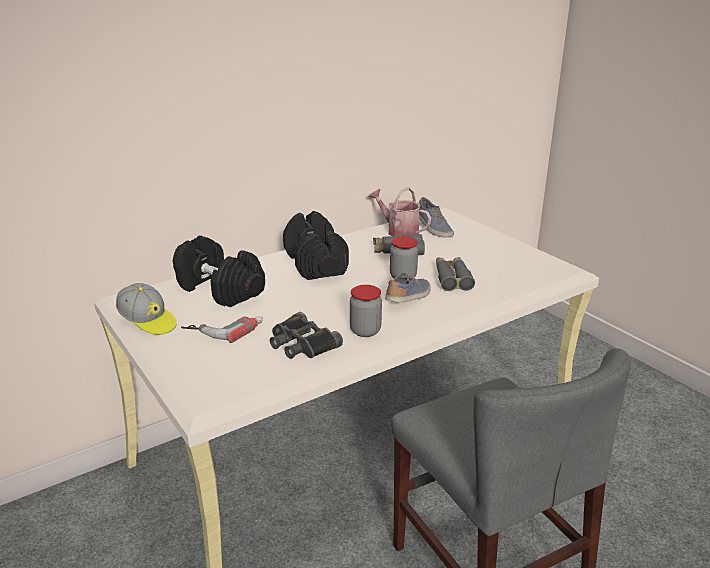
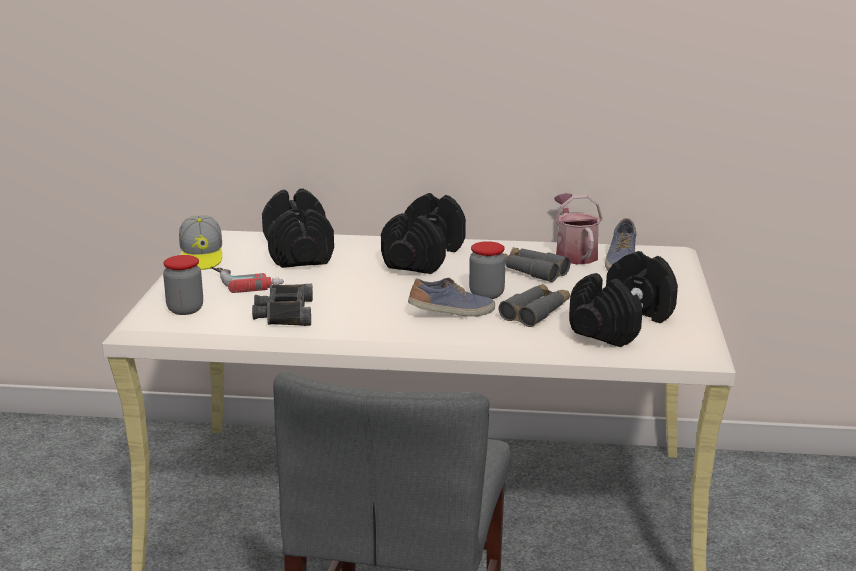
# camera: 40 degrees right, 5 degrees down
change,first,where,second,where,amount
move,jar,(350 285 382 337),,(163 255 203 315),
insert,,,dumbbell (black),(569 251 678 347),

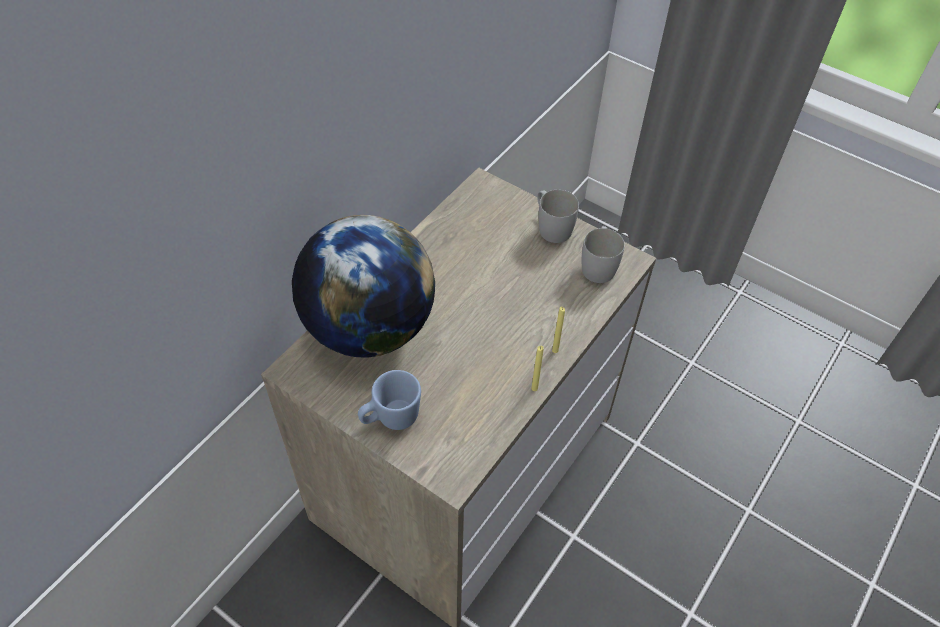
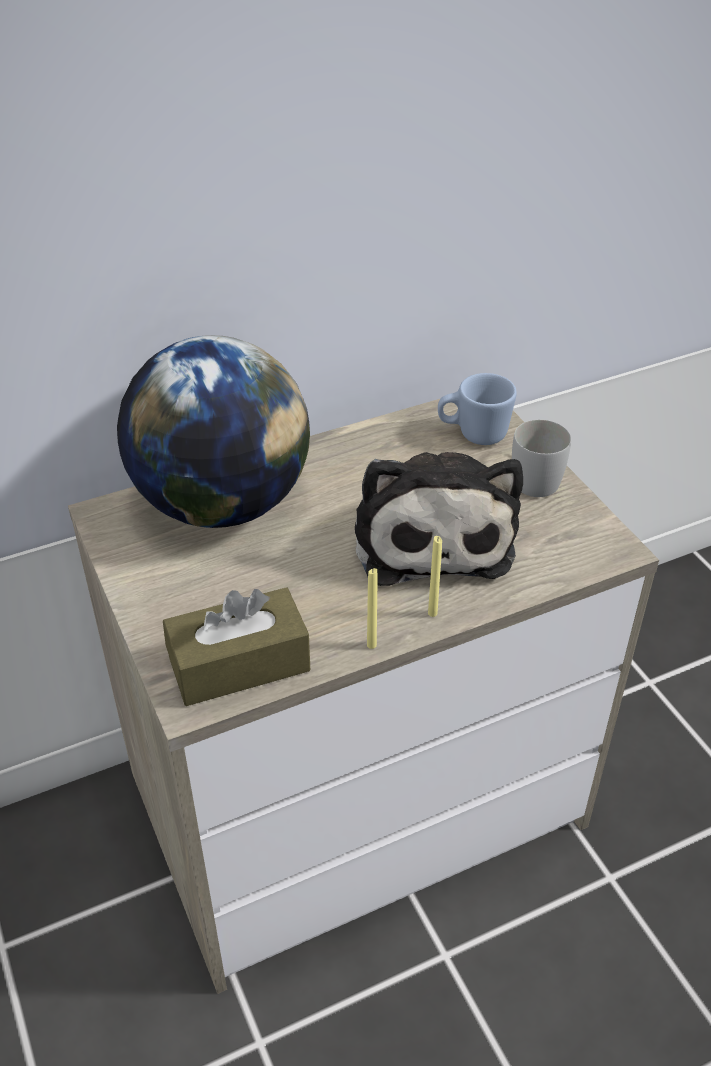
# camera: 30 degrees right, 10 degrees down
change,first,where,second,where,amount
move,mug (blue),(358 370 421 430),,(438 373 517 445),
delete,mug (white),(582 226 625 283),,,
insert,,,tissue box (brown),(163 587 310 706),
insert,,,plush toy,(355 452 523 586),

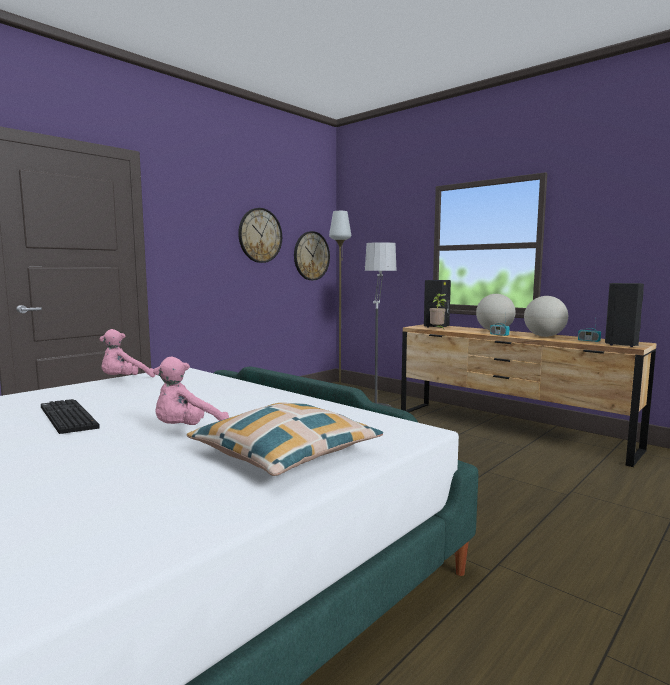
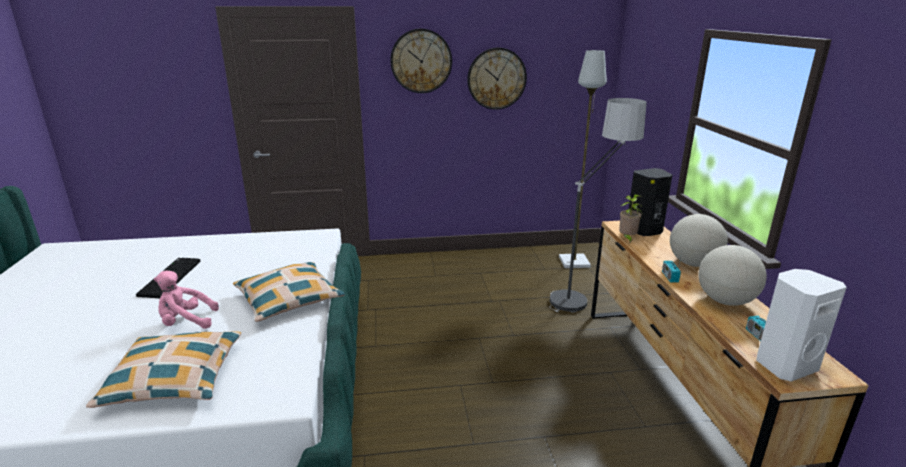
# camera: 40 degrees right, 15 degrees up
change,first,where,second,where,amount
delete,plush toy (pink),(99 329 155 377),,,
move,wall clock,(294 231 330 280),,(390 29 452 93),
recolor,speaker (black),(605 283 644 347),speaker (white),(756 269 847 382),
insert,,,pillow,(233 262 345 322),

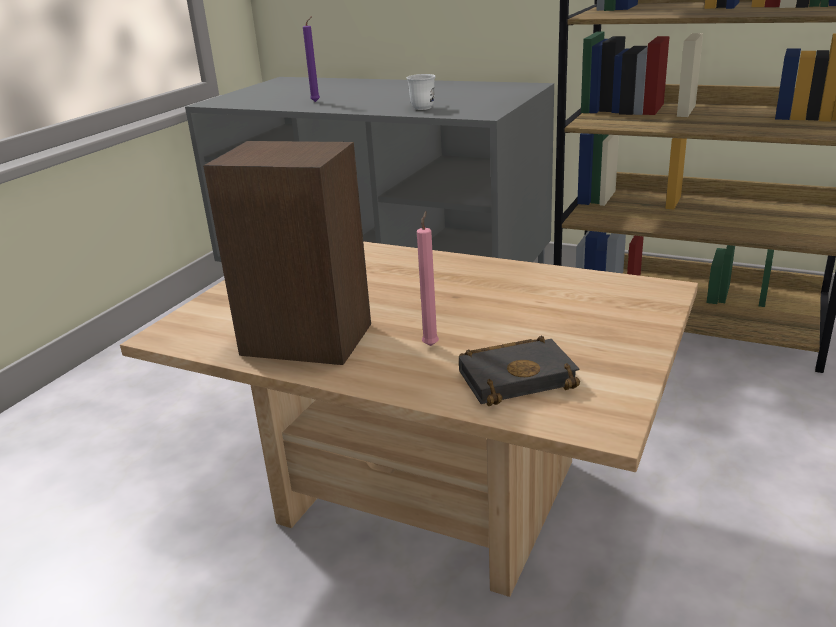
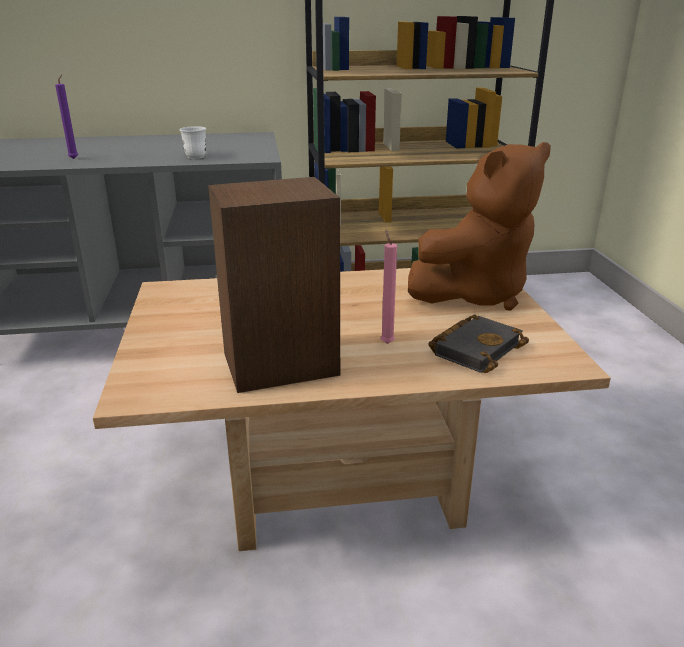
# camera: 35 degrees left, 0 degrees up
change,first,where,second,where,amount
insert,,,plush toy (brown),(408 142 551 311),

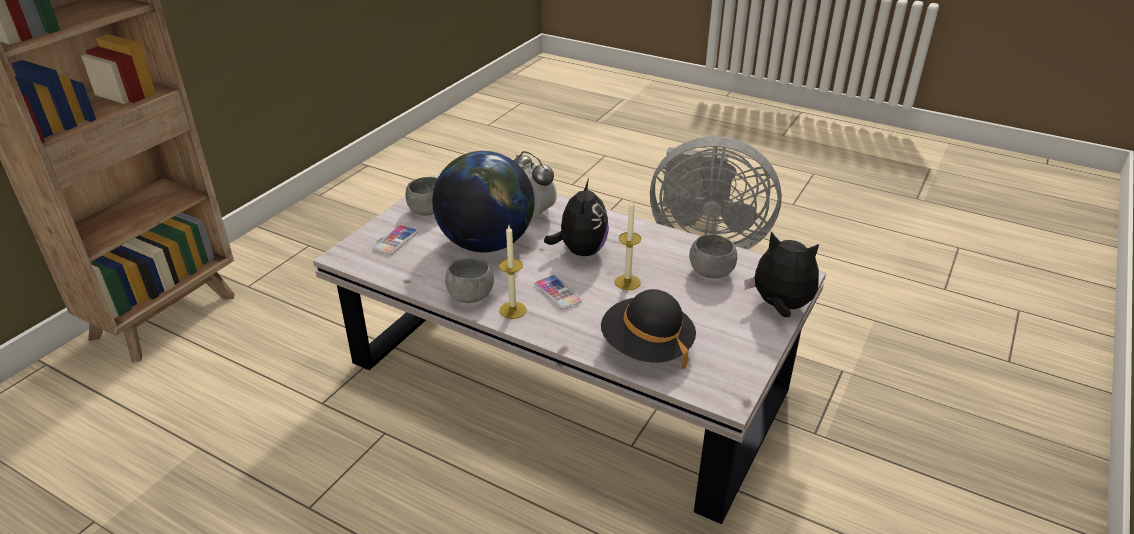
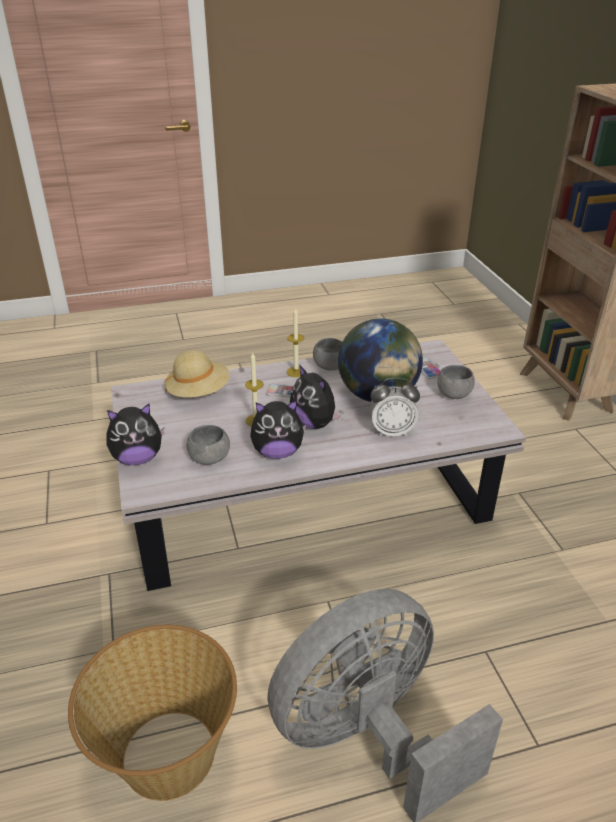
# camera: 135 degrees right, 0 degrees up
change,first,where,second,where,amount
recolor,hat (black),(601 289 696 369),hat (beige),(165 350 230 397),
insert,,,basket,(68 625 237 801),
insert,,,plush toy,(250 400 306 459),

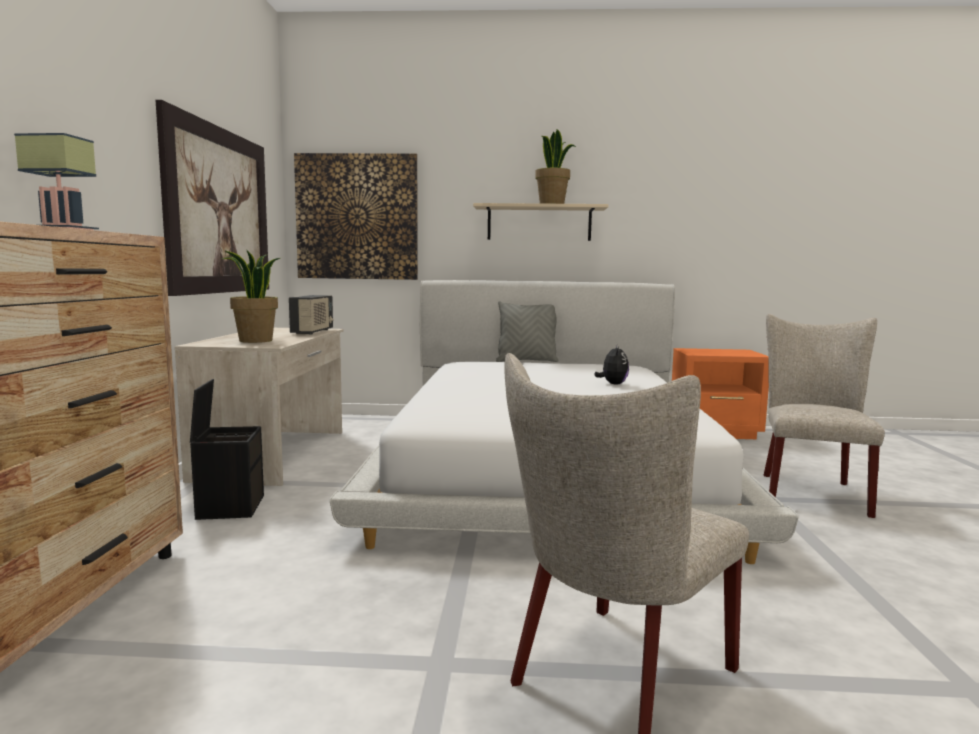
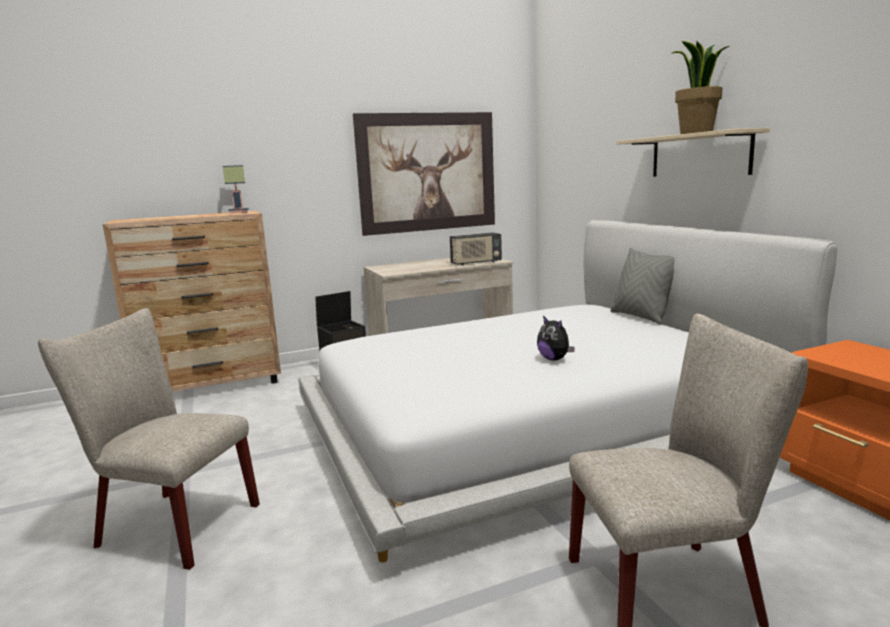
# camera: 65 degrees right, 5 degrees up
change,first,where,second,where,amount
delete,potted plant,(222 251 280 343),,,
delete,picture,(294 153 418 280),,,
rotate,plush toy,(594 346 629 385),,(537 316 575 361),75 degrees clockwise

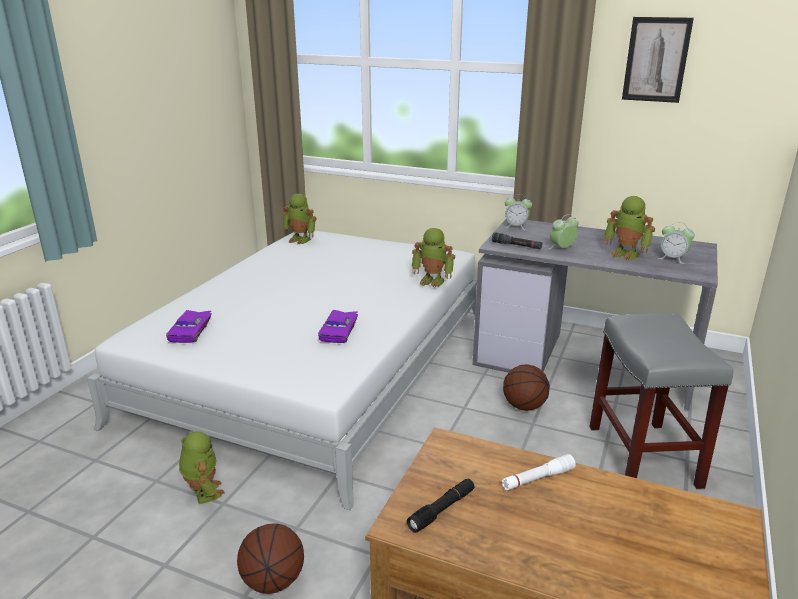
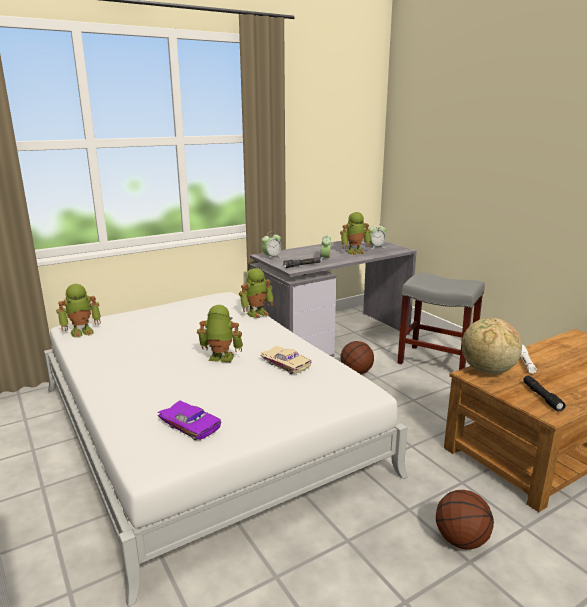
# camera: 55 degrees left, 5 degrees down
change,first,where,second,where,amount
move,toy robot,(179 431 225 504),,(197 305 243 362),
recolor,toy car (purple),(318 310 358 343),toy car (beige),(260 346 312 374),
delete,picture,(622 17 694 103),,,
insert,,,globe,(461 318 522 374),

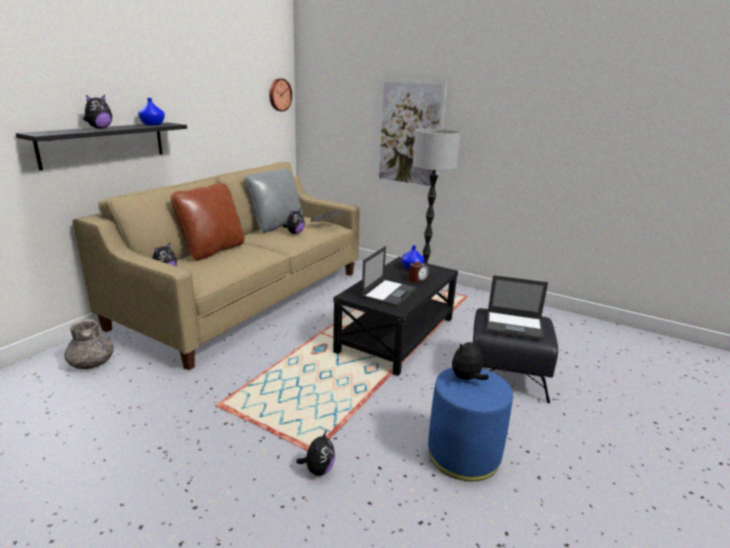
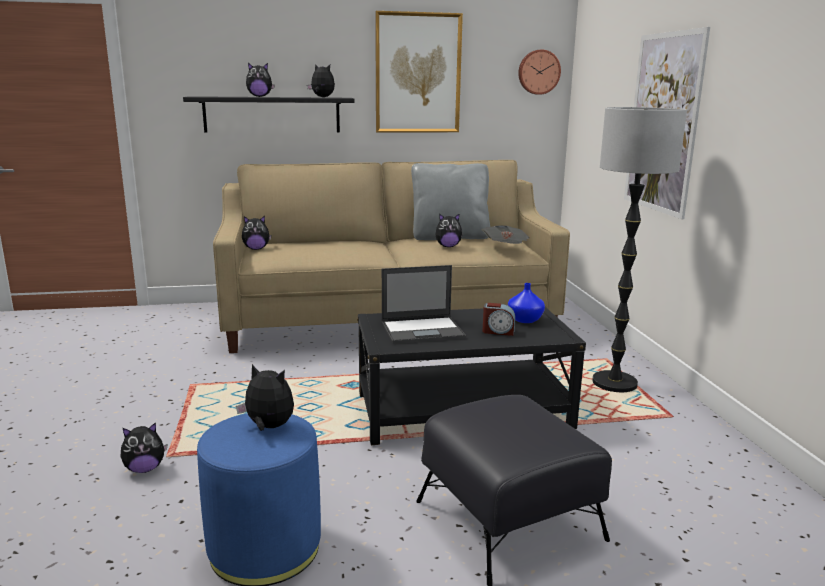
# camera: 50 degrees right, 5 degrees down
change,first,where,second,where,amount
delete,vase (grey),(64 319 114 369),,,
replace,vase (blue),(138 98 165 125),plush toy,(307 64 335 97),
delete,pillow (brown),(171 183 245 261),,,
delete,laptop,(487 275 548 340),,,
insert,,,picture,(375 11 463 132),

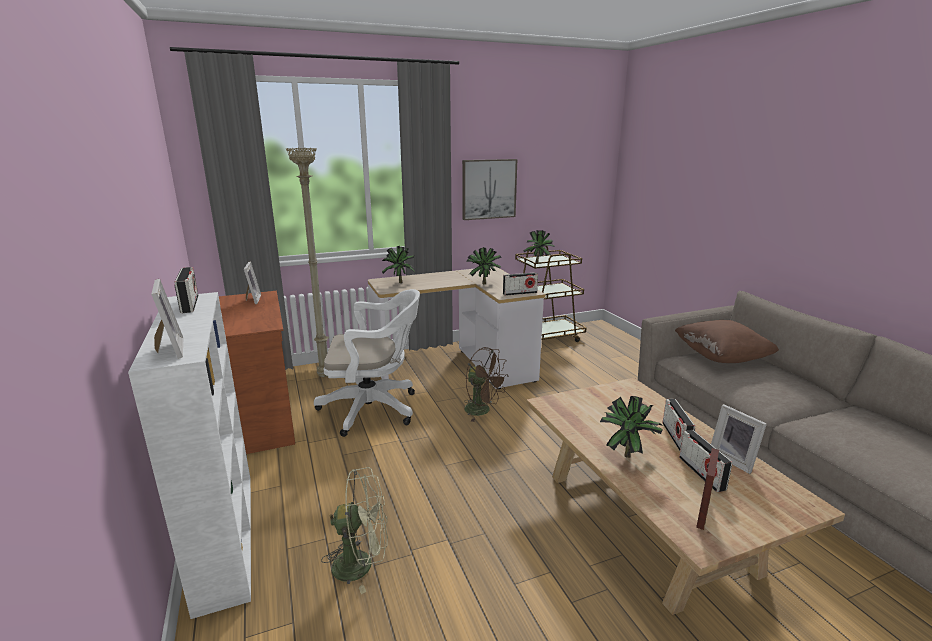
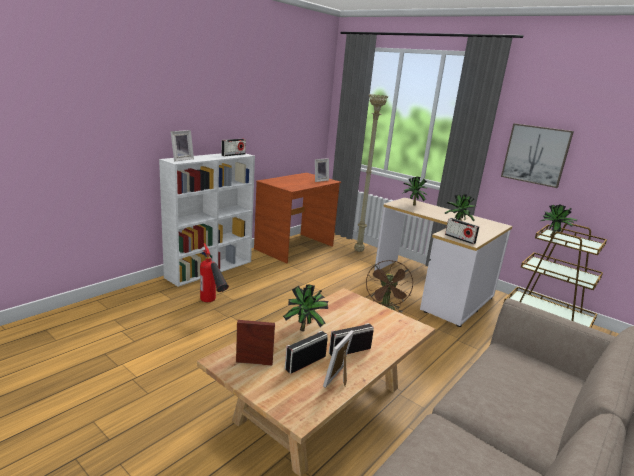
# camera: 60 degrees right, 0 degrees up
change,first,where,second,where,amount
delete,office chair (white),(314 289 420 437),,,
replace,fan (green),(321 467 388 594),fire extinguisher,(200 243 229 302),
delete,pillow (brown),(675 320 779 363),,,

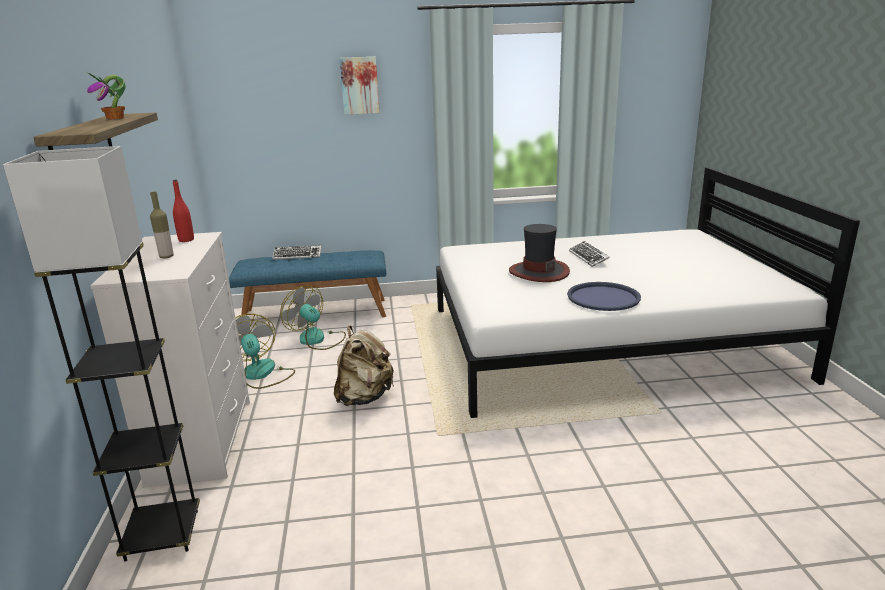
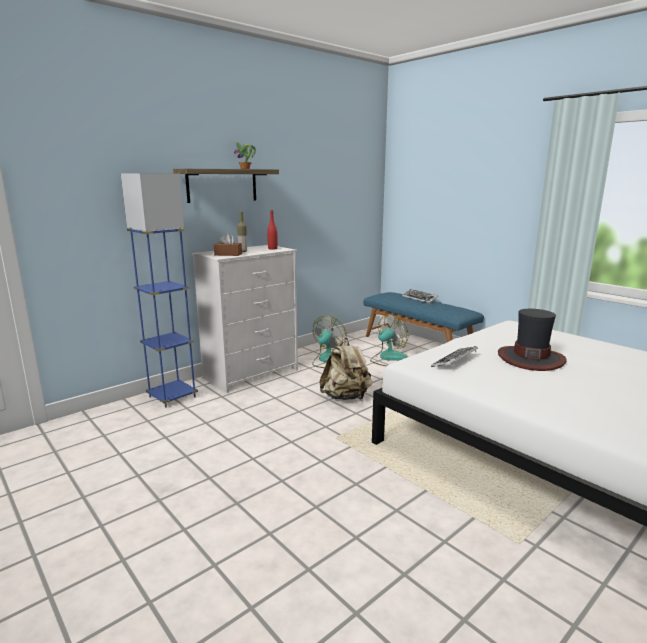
# camera: 55 degrees right, 5 degrees down
change,first,where,second,where,amount
recolor,floor lamp (grey),(3 146 200 562),floor lamp (blue),(121 173 198 408),
rotate,fan,(280 285 346 350),,(370 314 408 366),45 degrees clockwise
delete,picture,(339 57 380 115),,,
delete,tray (blue),(567 282 641 311),,,
move,keyboard,(569 241 610 267),,(431 346 478 367),
insert,,,tissue box (brown),(214 233 242 256),

